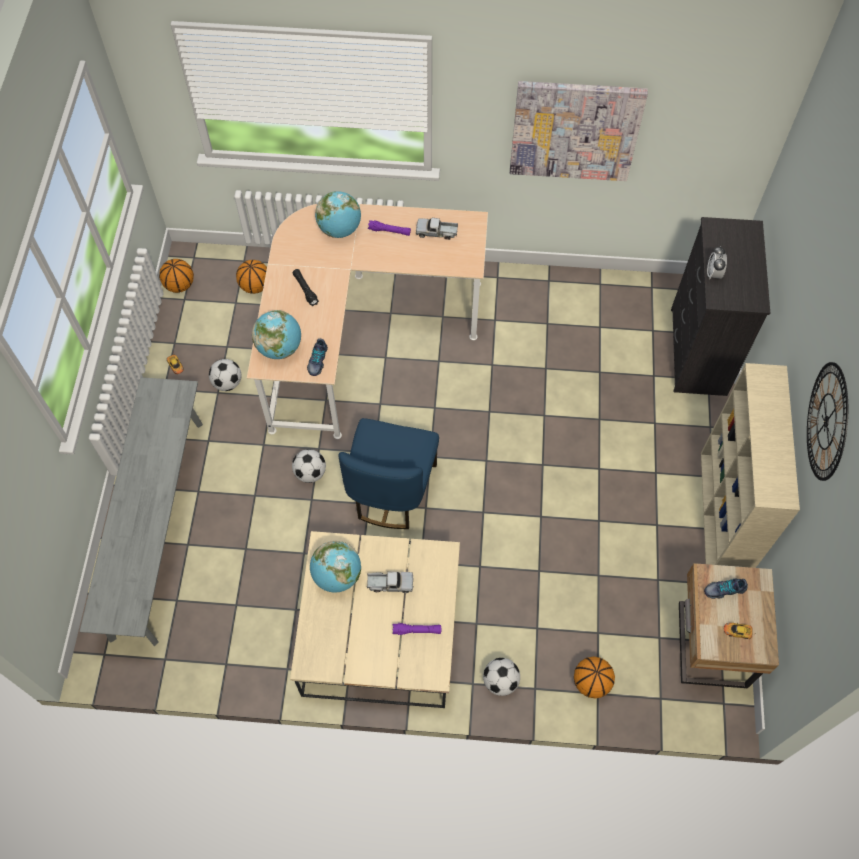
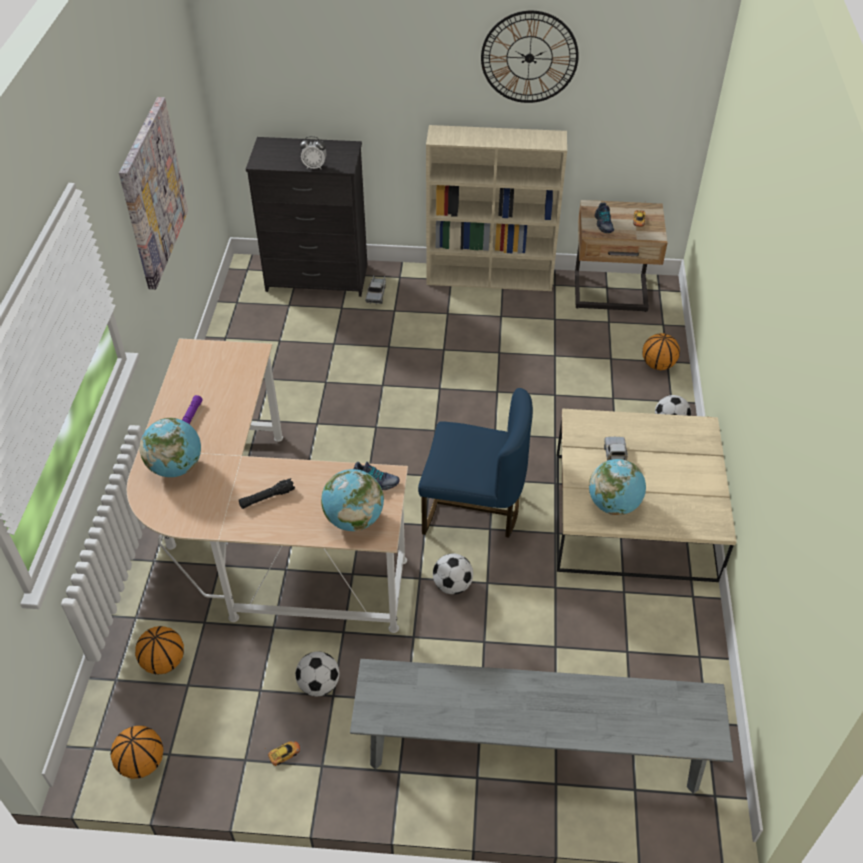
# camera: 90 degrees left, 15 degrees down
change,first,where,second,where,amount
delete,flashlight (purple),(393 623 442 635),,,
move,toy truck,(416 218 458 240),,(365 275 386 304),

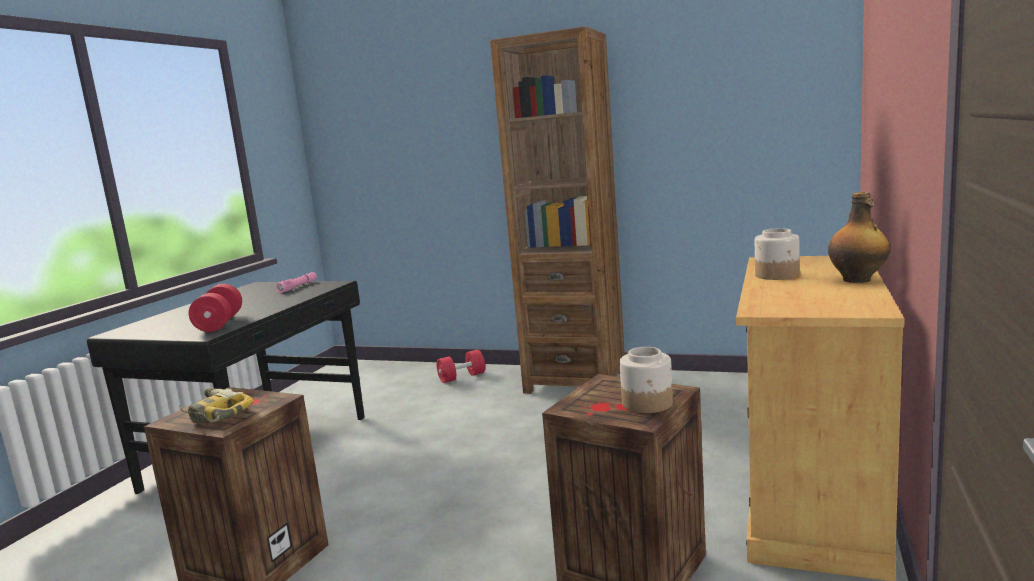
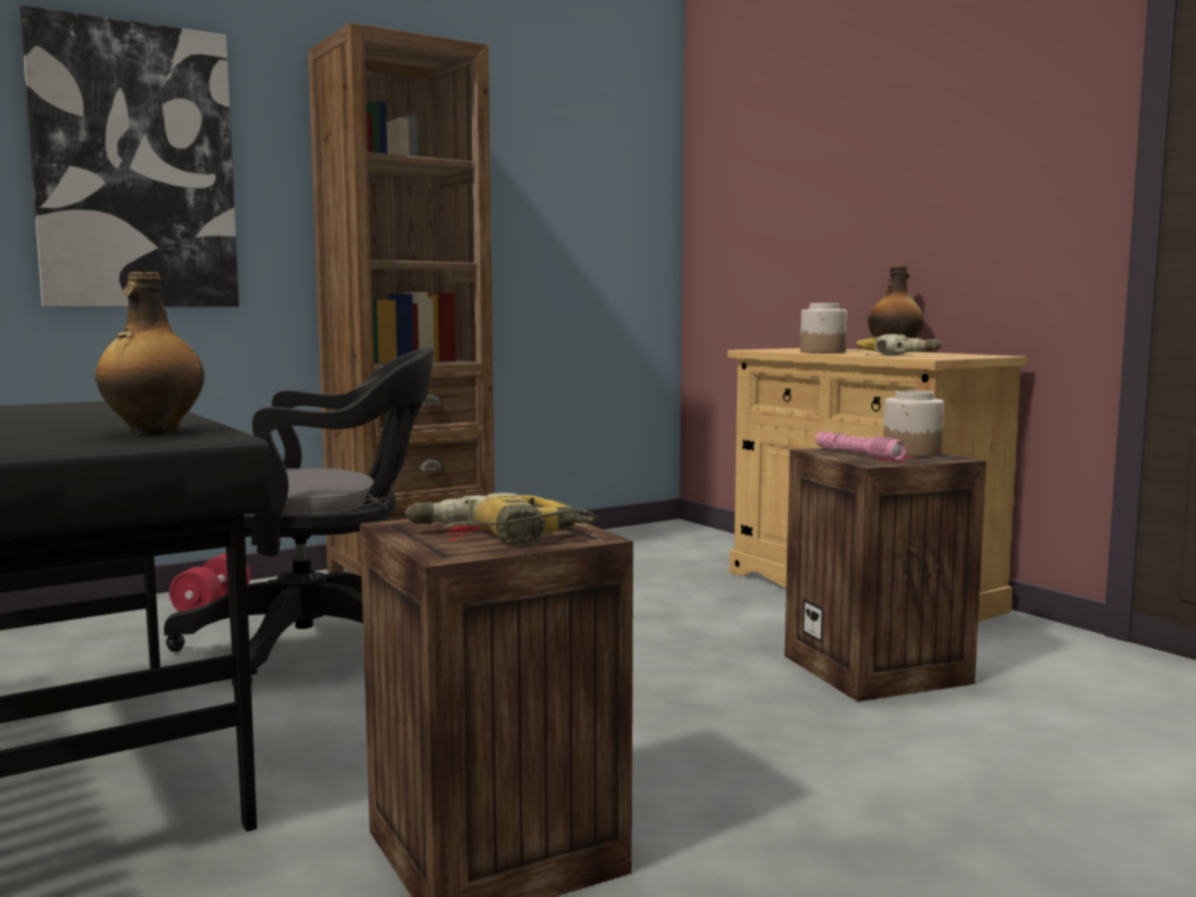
# camera: 55 degrees left, 5 degrees down
change,first,where,second,where,amount
replace,dumbbell (red),(189 284 242 332),bottle,(95 272 204 435),
move,flashlight (pink),(276 272 317 293),,(815 431 905 460),
insert,,,picture,(20 5 239 307),
insert,,,office chair (black),(164 347 435 687),
insert,,,power drill,(856 334 942 355),

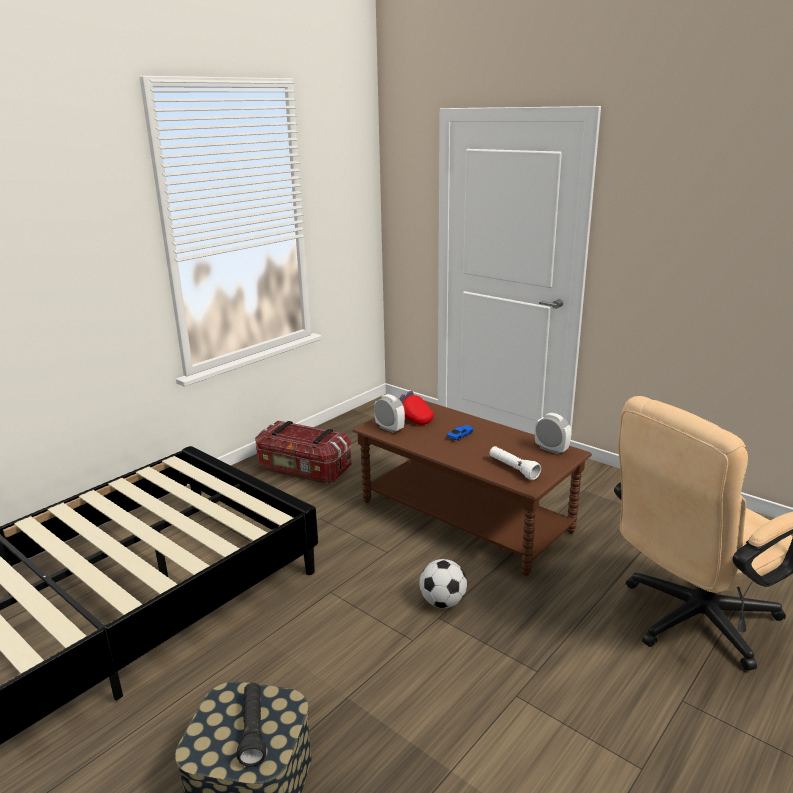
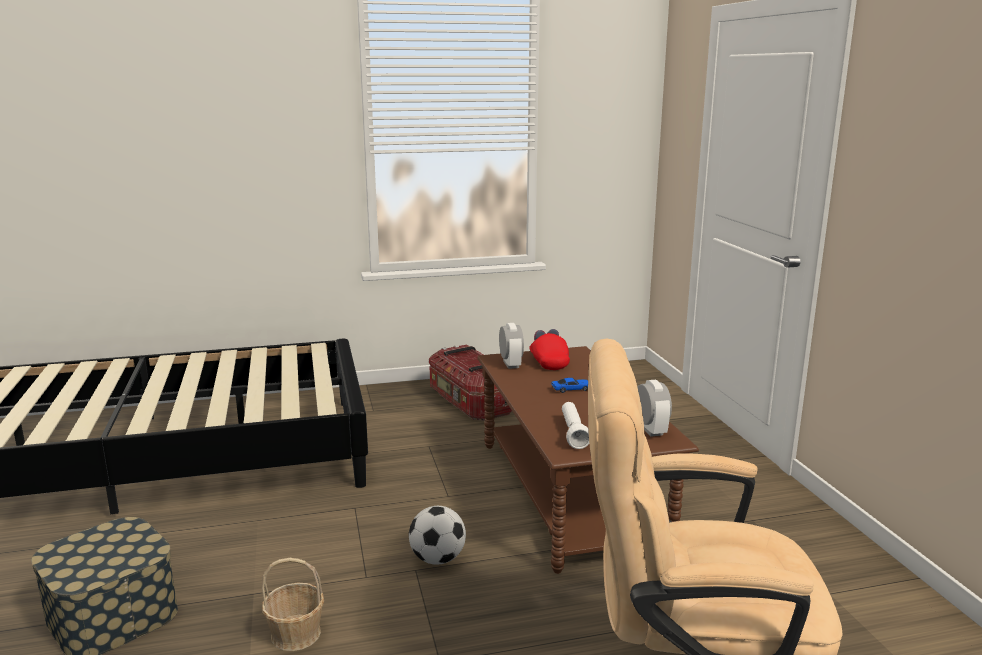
# camera: 35 degrees right, 5 degrees down
change,first,where,second,where,amount
delete,flashlight (black),(237 683 266 767),,,
insert,,,basket,(262 558 324 651),

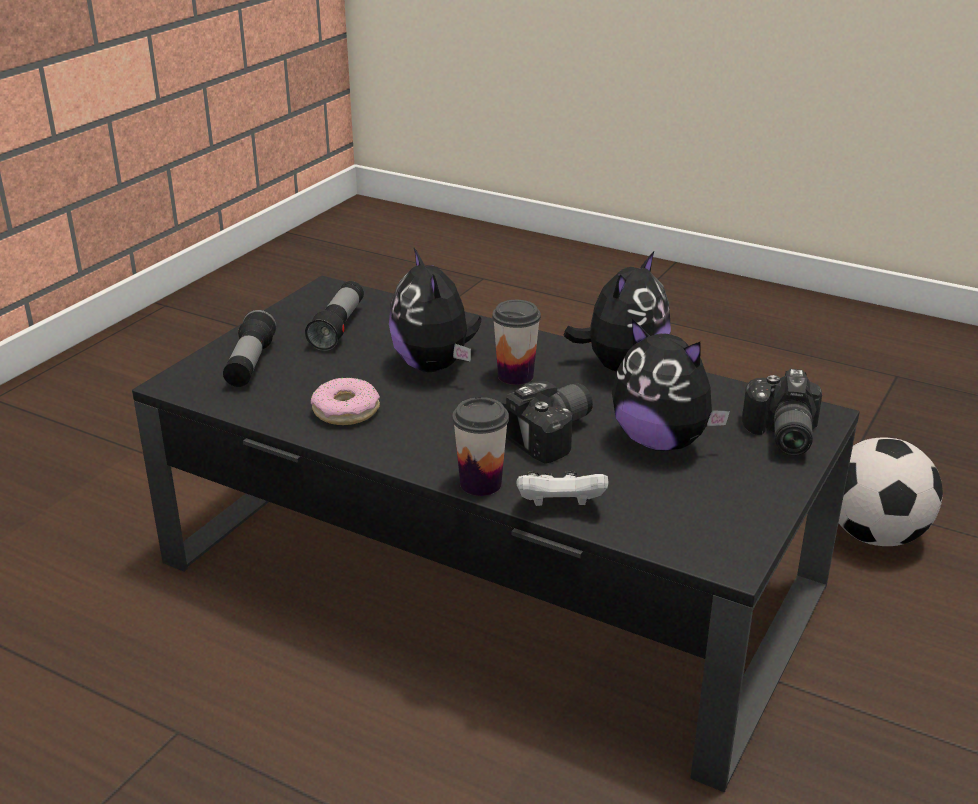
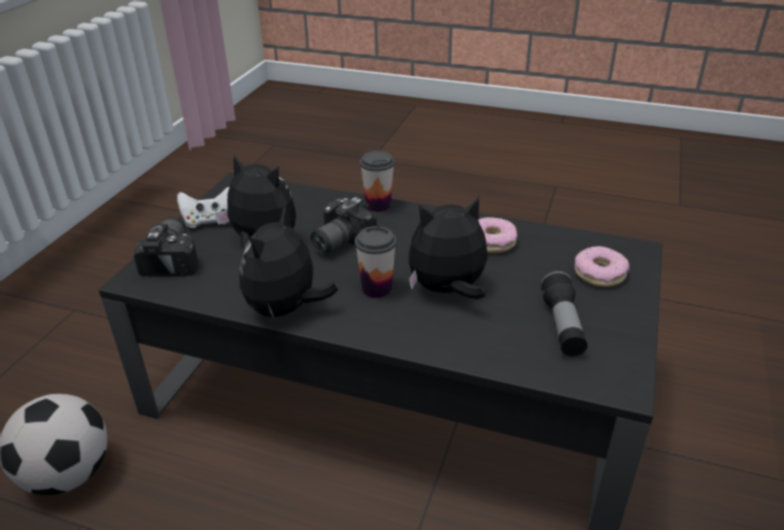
# camera: 170 degrees right, 5 degrees up
change,first,where,second,where,amount
replace,flashlight,(223 310 277 387),donut,(574 246 629 287),
rotate,plush toy,(389 248 481 372),,(409 197 488 299),75 degrees counterclockwise
move,game controller (white),(516 471 609 506),,(177 187 229 228),

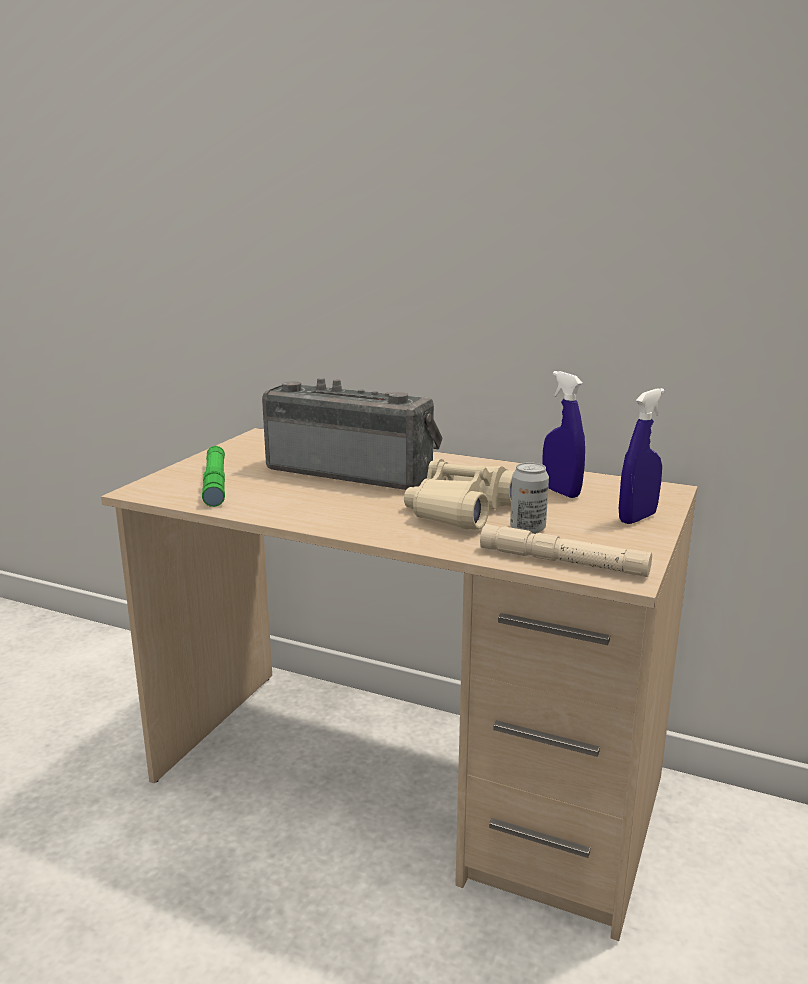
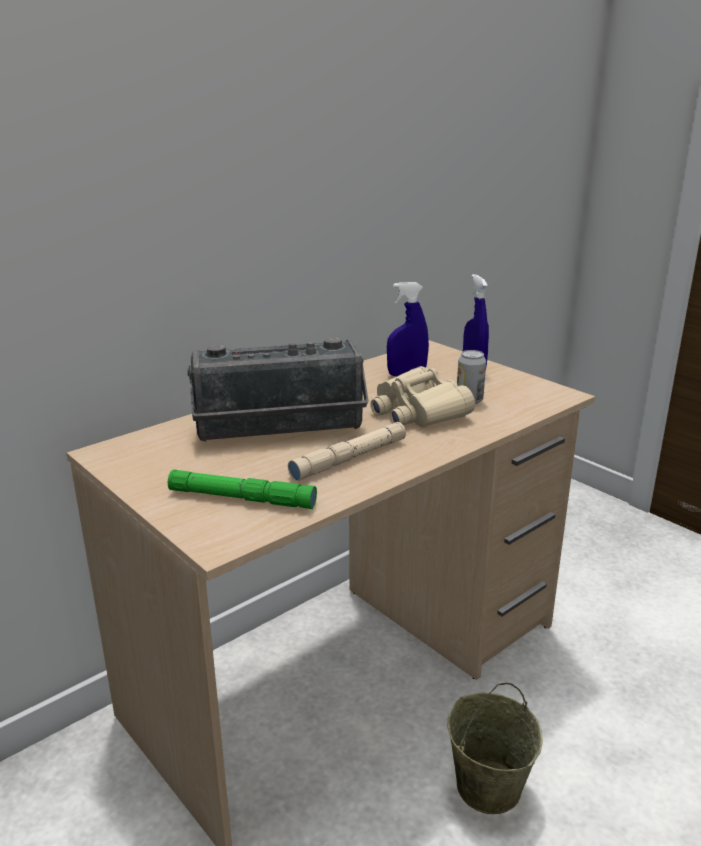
# camera: 65 degrees left, 5 degrees up
change,first,where,second,where,amount
rotate,radio,(262 378 442 490),,(187 337 368 442),150 degrees counterclockwise
move,flashlight (beige),(480 524 652 577),,(288 422 406 481),
insert,,,bucket (beige),(447 683 543 814),

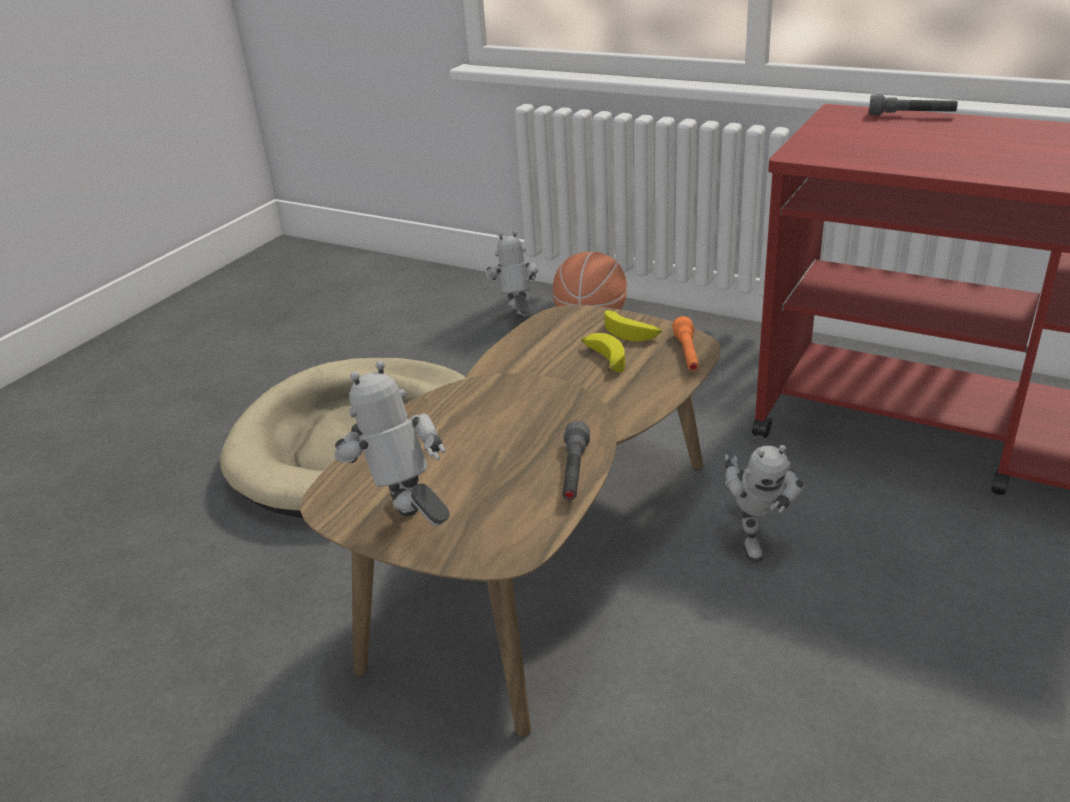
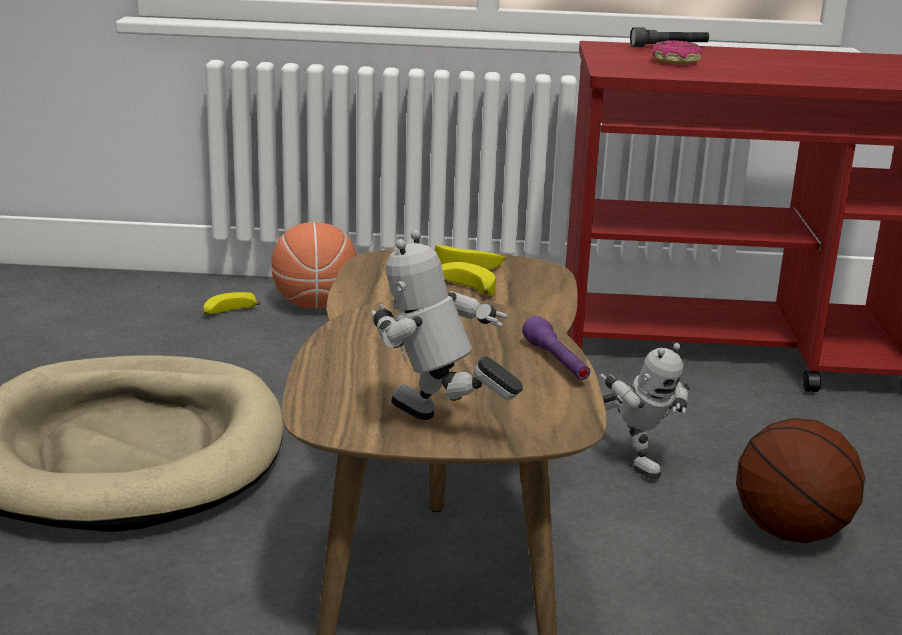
# camera: 30 degrees left, 10 degrees down
change,first,where,second,where,amount
replace,toy robot,(485 231 538 318),banana,(203 292 260 314),
recolor,flashlight (grey),(562 421 590 500),flashlight (purple),(522 316 590 380),
delete,flashlight (orange),(672 316 699 371),,,
insert,,,donut,(653 40 702 64),
insert,,,basketball,(736 418 865 543),

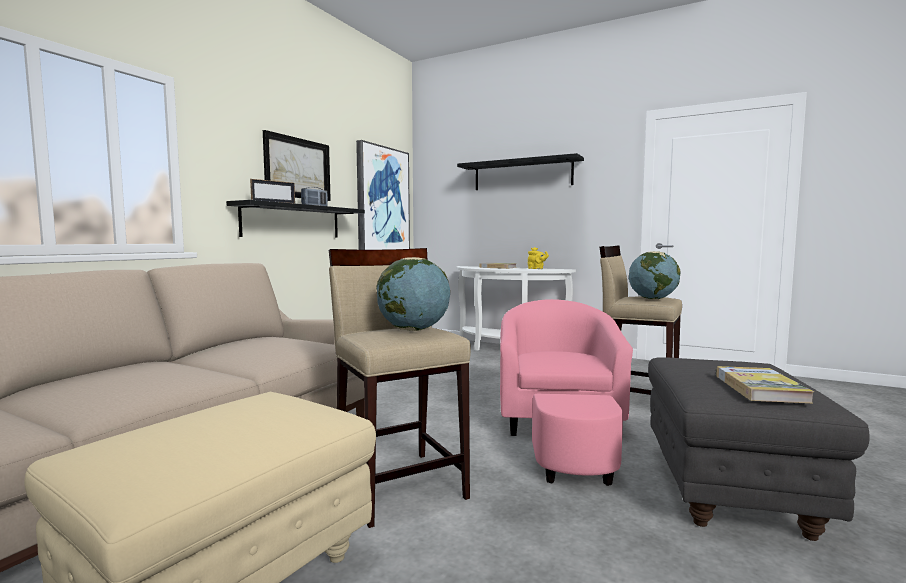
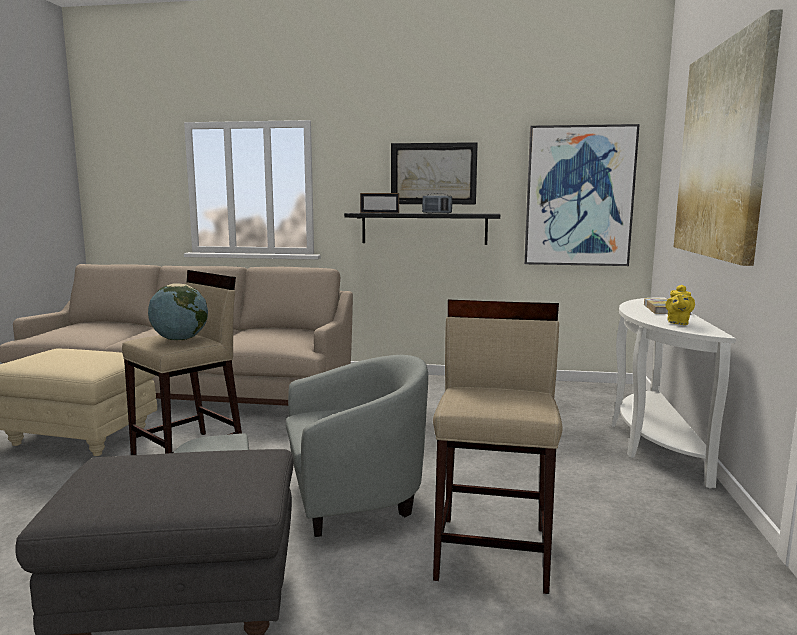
# camera: 70 degrees right, 5 degrees up
change,first,where,second,where,amount
replace,shelf (black),(457 153 584 190),picture,(674 9 783 266),
recolor,armchair (pink),(500 299 633 486),armchair (grey),(174 355 428 537),
delete,globe,(629 251 681 300),,,
delete,book,(716 366 814 403),,,

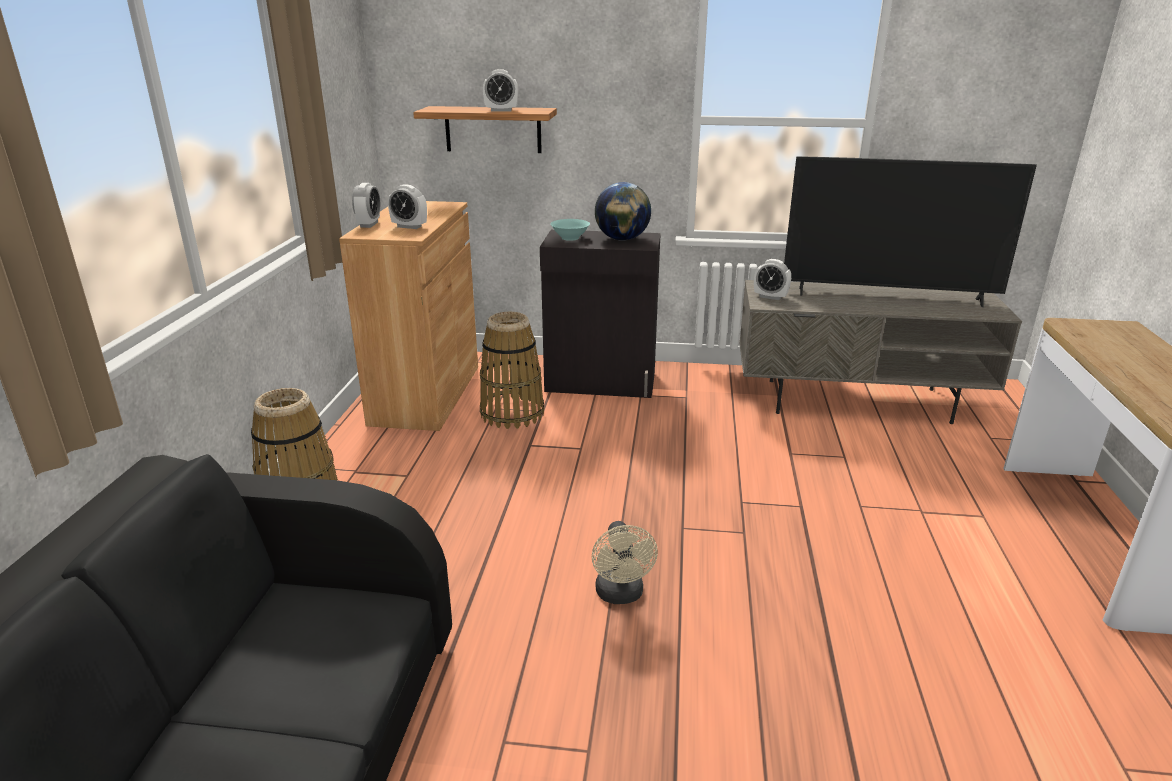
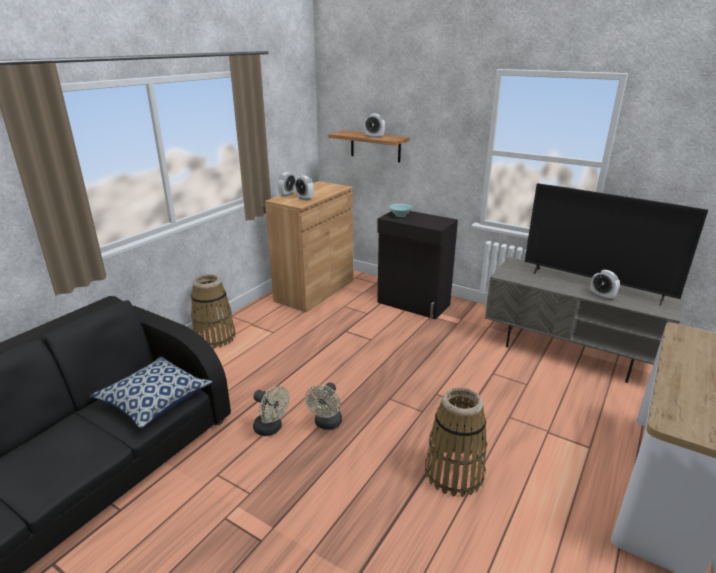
# camera: 25 degrees right, 0 degrees up
change,first,where,second,where,amount
move,basket,(480 312 544 429),,(425 387 487 497),
delete,globe,(595 182 651 241),,,
move,alarm clock,(754 259 791 300),,(590 270 620 300),
insert,,,pillow,(90 356 212 429),
insert,,,fan (beige),(253 386 289 436),

